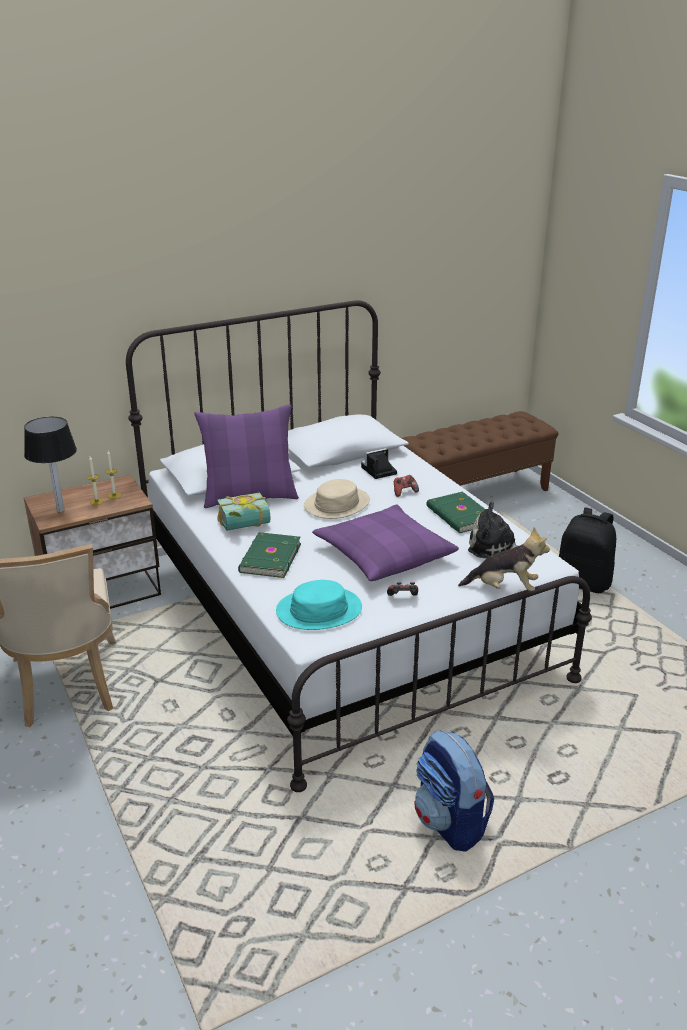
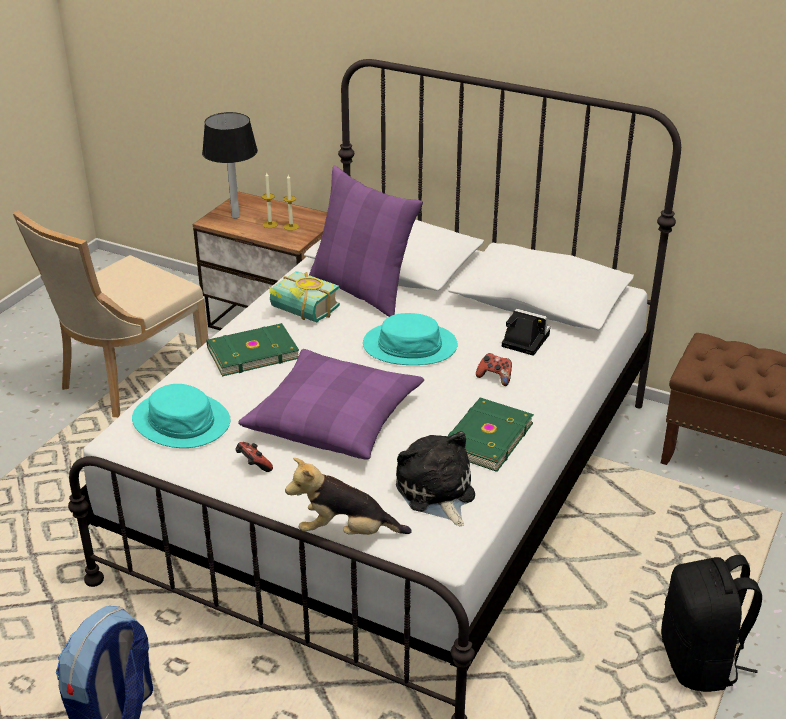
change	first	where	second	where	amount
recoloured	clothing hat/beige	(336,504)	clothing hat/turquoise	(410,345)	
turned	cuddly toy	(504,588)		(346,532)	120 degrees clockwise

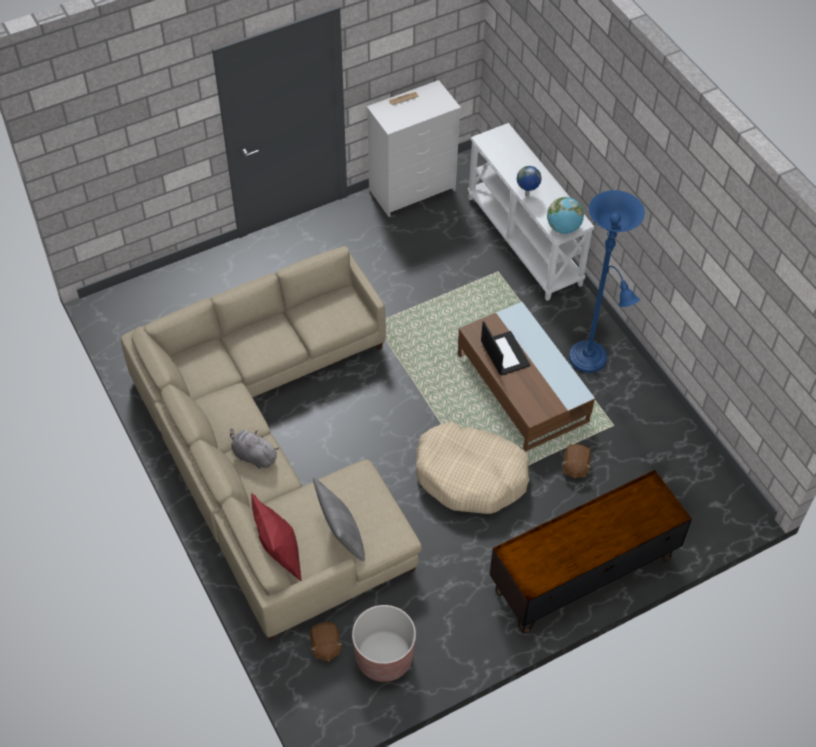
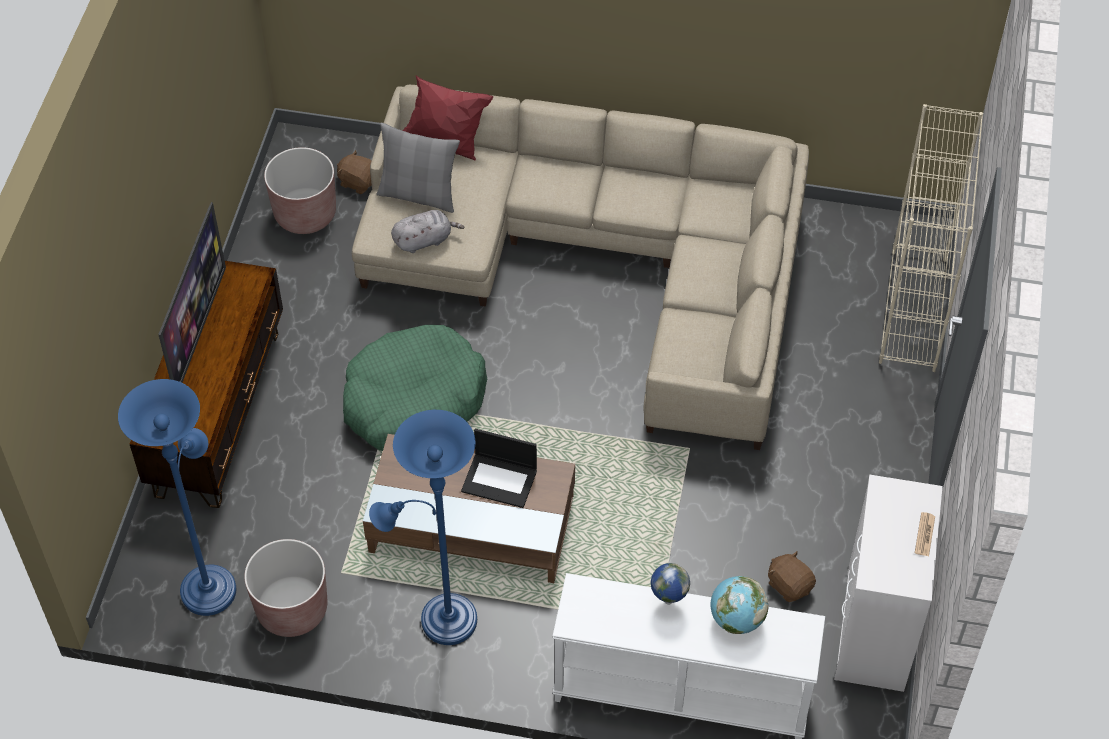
change	first	where	second	where	amount
added			floor lamp/blue	(210,584)	
added			TV	(198,330)	
added			flower pot/brownish	(292,609)	
added			shelving unit/beige	(913,311)	
moved	cuddly toy/grey	(253,455)		(425,240)	
moved	world globe	(563,228)		(736,619)	
moved	cuddly toy/brownish	(575,467)		(789,585)	
recoloured	dog cushion/beige	(470,476)	dog cushion/greenish	(413,400)	

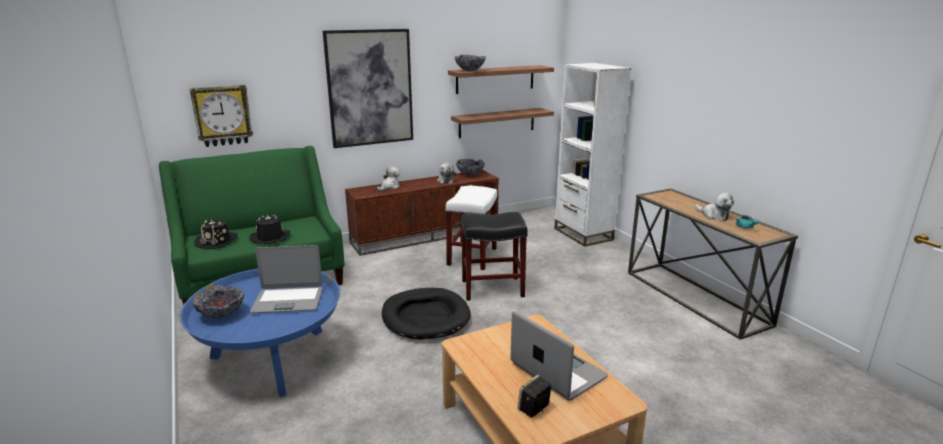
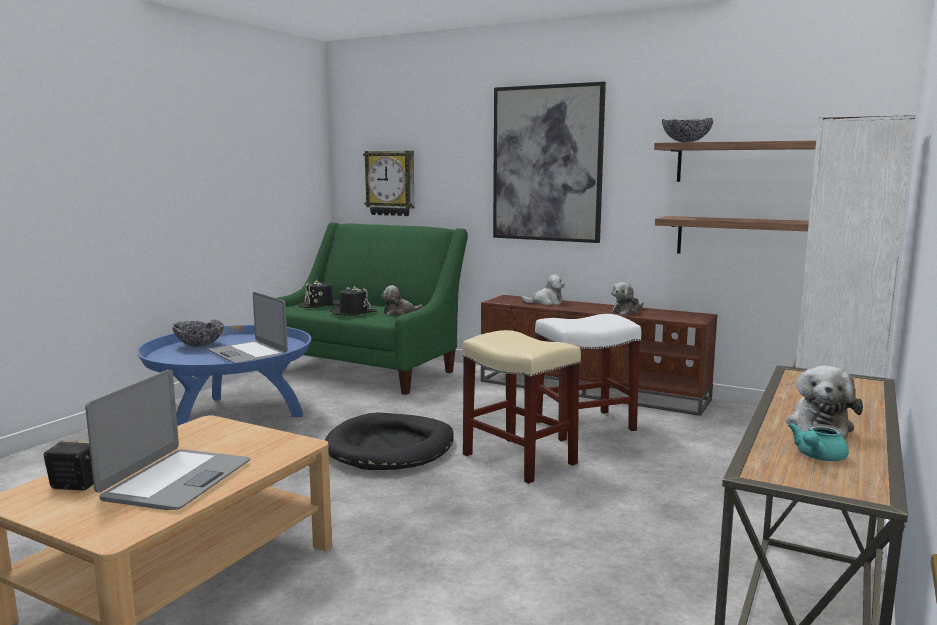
change	first	where	second	where	amount
removed	serving bowl	(470,174)			
added			cuddly toy	(399,312)	
recoloured	stool/black-coloured	(493,288)	stool/beige	(520,460)	

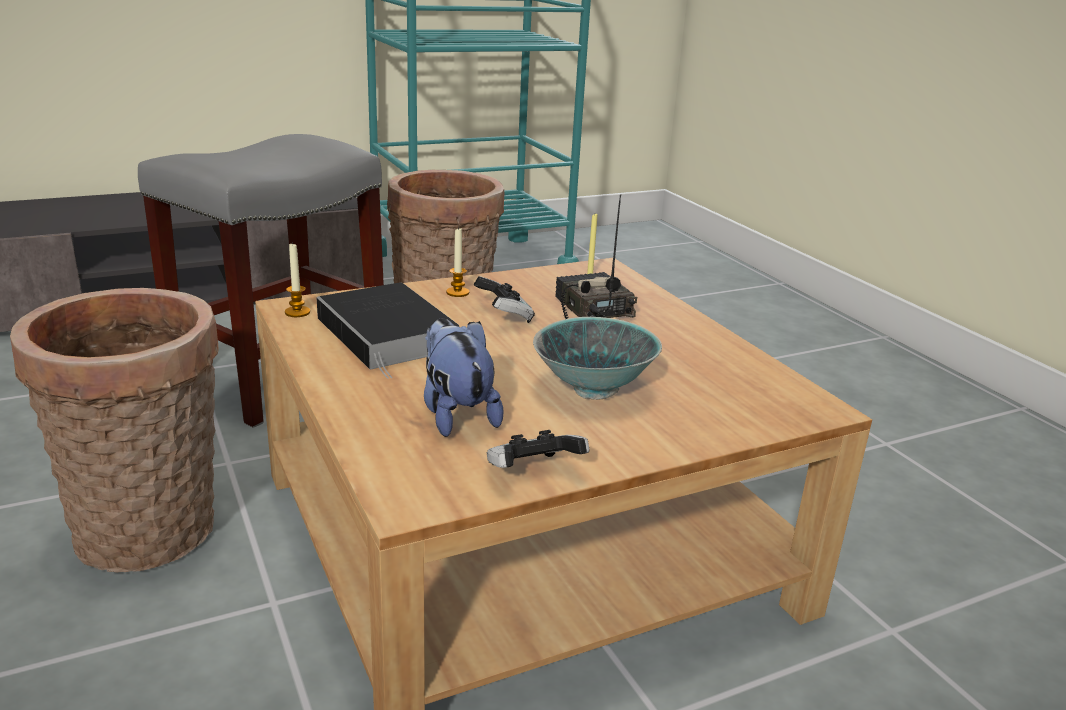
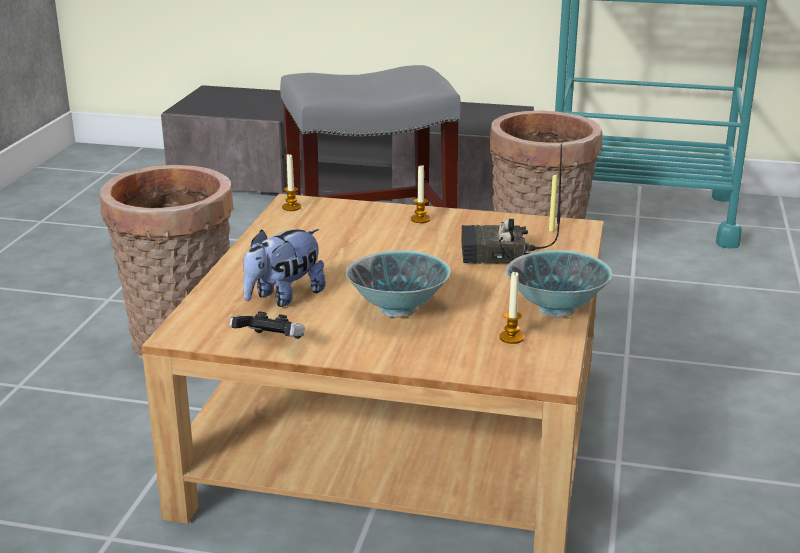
change	first	where	second	where	amount
removed	volume	(390,335)			
removed	game controller	(504,316)			
added			wax candle	(511,338)	
added			serving bowl	(557,310)	
turned	cuddly toy	(456,414)		(284,297)	150 degrees counterclockwise
turned	radio set	(589,311)		(498,257)	105 degrees counterclockwise

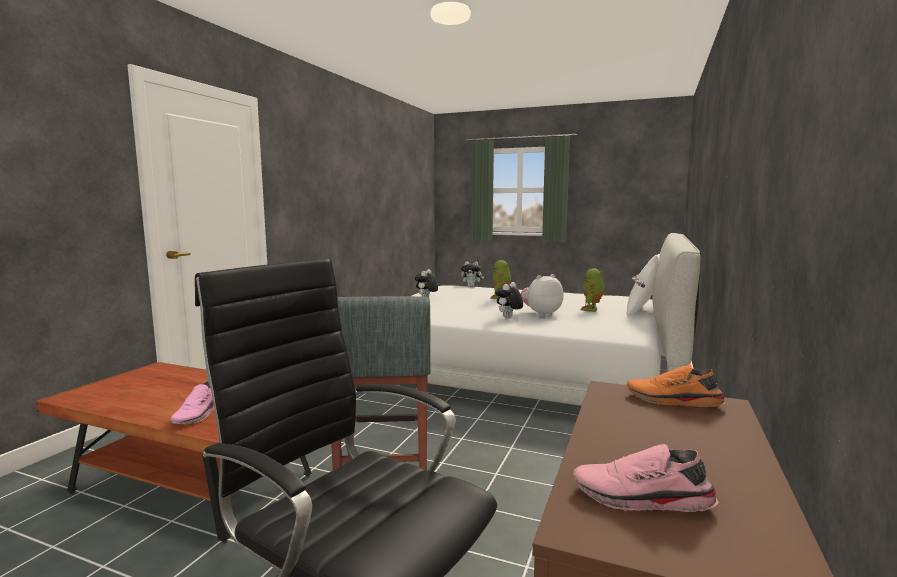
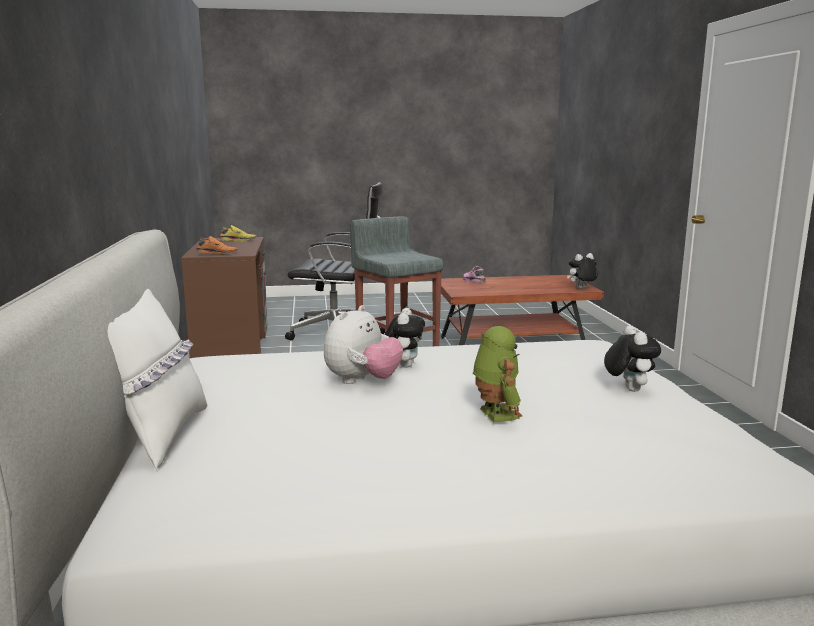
change	first	where	second	where	amount
removed	toy robot	(592,309)			
moved	cuddly toy	(472,286)		(581,289)	
recoloured	item of footwear/pink-coloured	(641,500)	item of footwear/yellow	(237,240)	

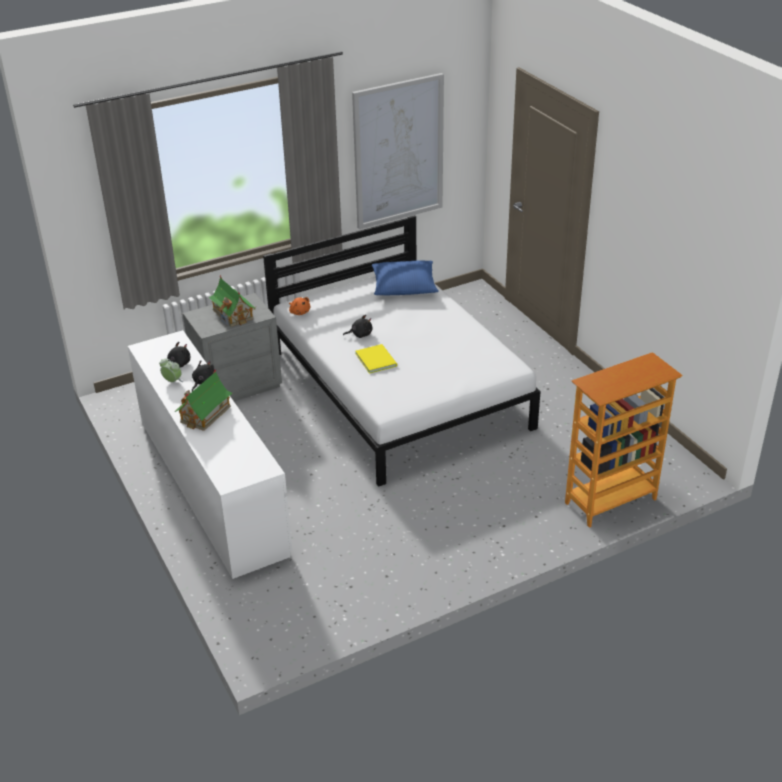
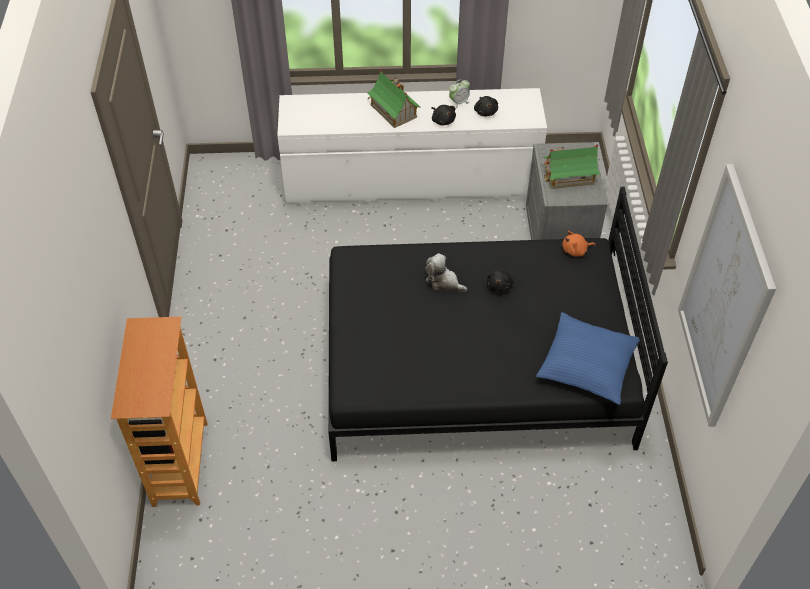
change	first	where	second	where	amount
replaced	volume/yellow	(376,359)	cuddly toy	(443,282)	
recoloured	bed/white	(399,390)	bed/black-coloured	(476,366)	

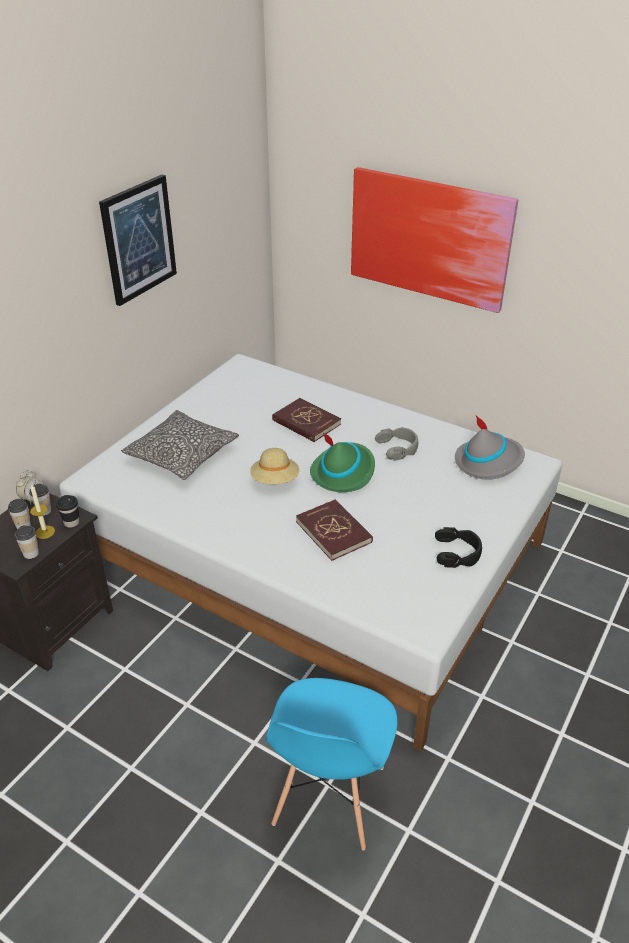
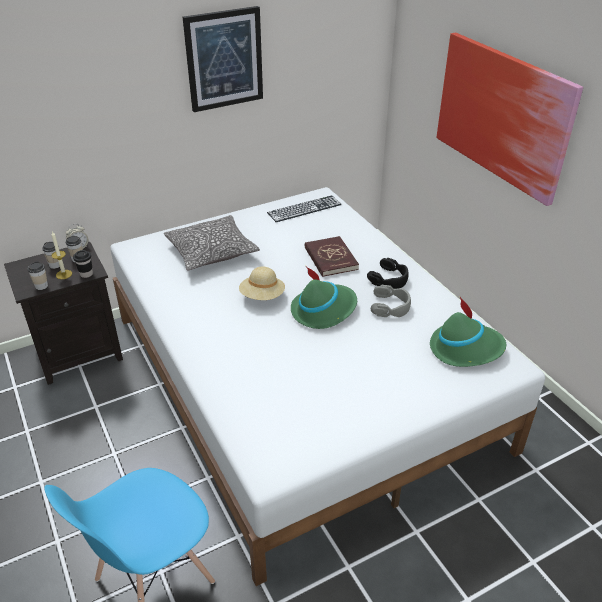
change	first	where	second	where	amount
removed	volume/reddish	(334,532)			
added			computer keyboard	(304,209)	
moved	pair of headphones/black-coloured	(457,553)		(389,279)	
recoloured	clothing hat/grey	(488,461)	clothing hat/greenish	(465,348)	

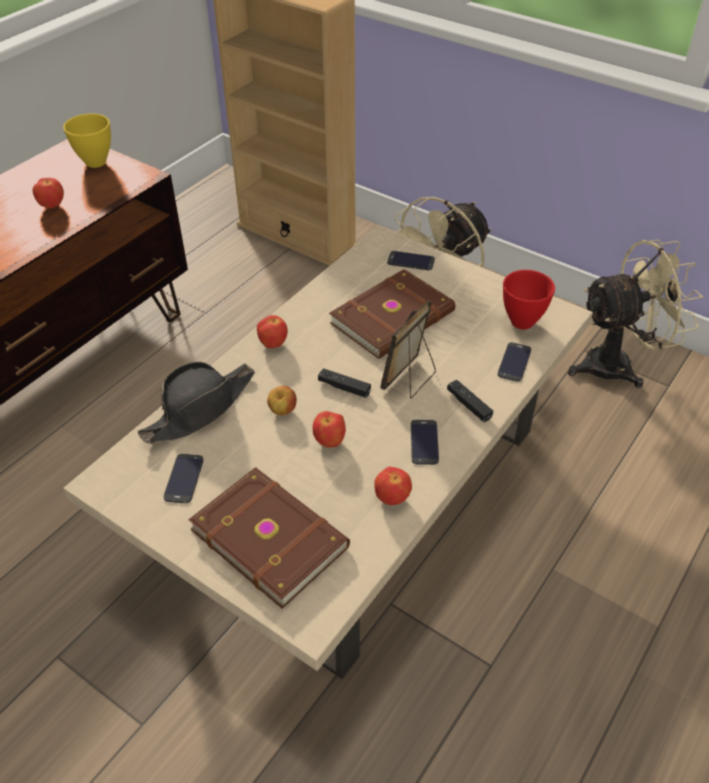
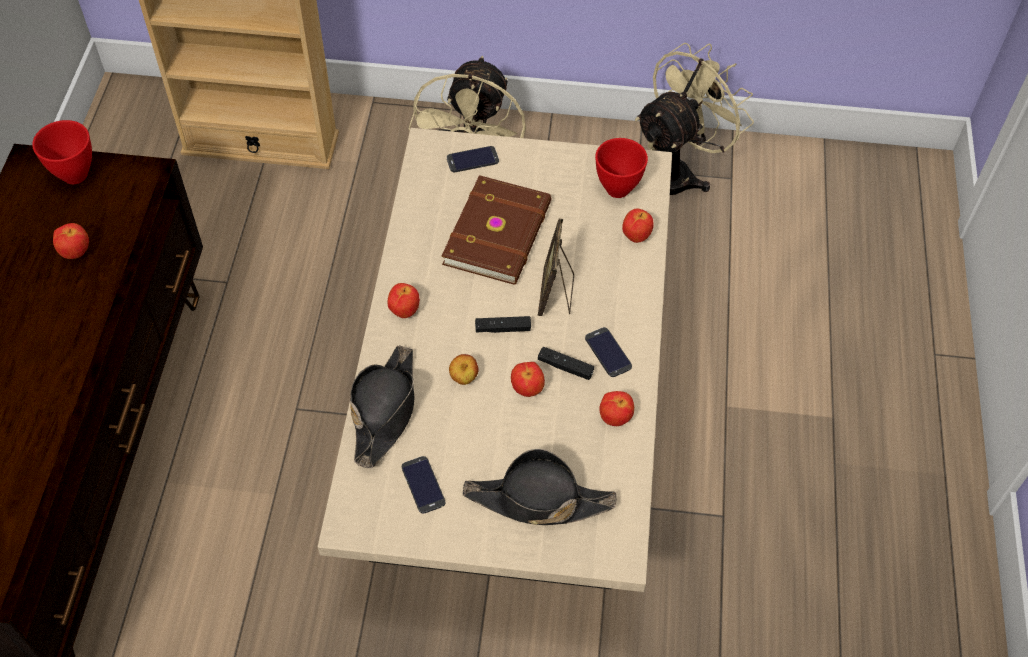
change	first	where	second	where	amount
moved	game controller/black-coloured	(469,405)		(565,367)	
replaced	volume/brownish	(270,536)	clothing hat/black-coloured	(538,500)	
replaced	phone	(514,362)	whole apple	(635,236)	
recoloured	serving bowl/yellow	(96,162)	serving bowl/reddish	(76,175)	

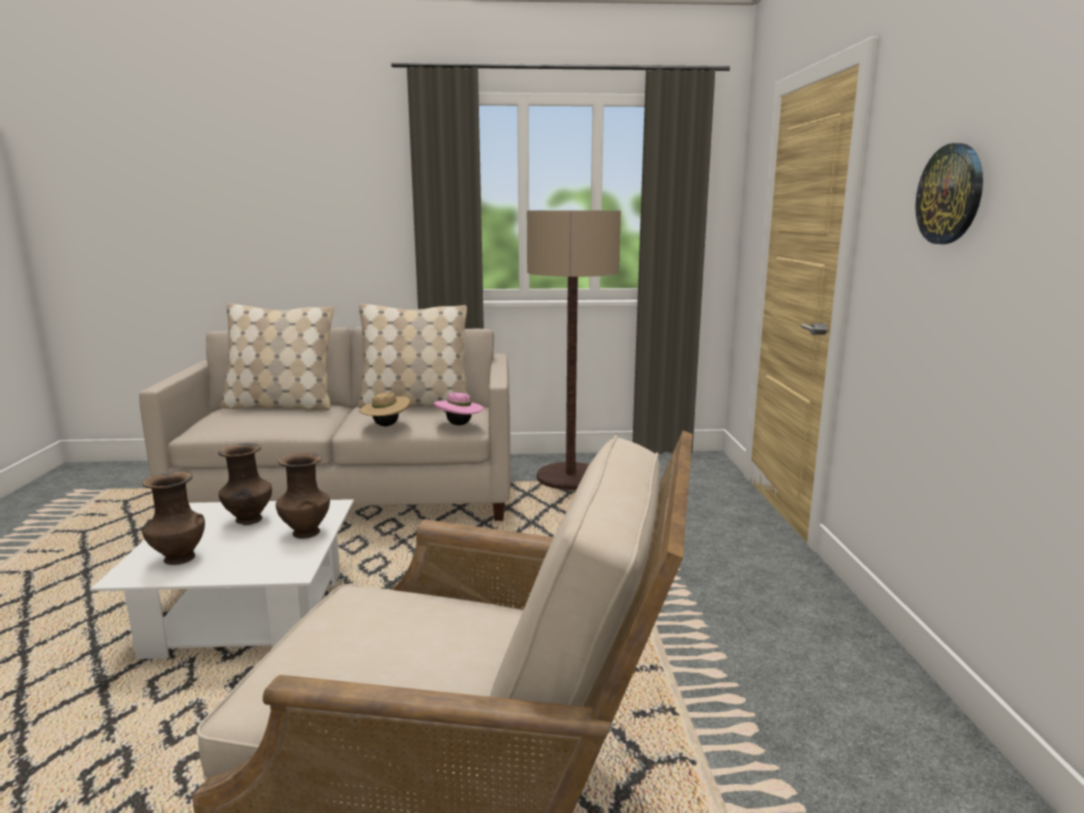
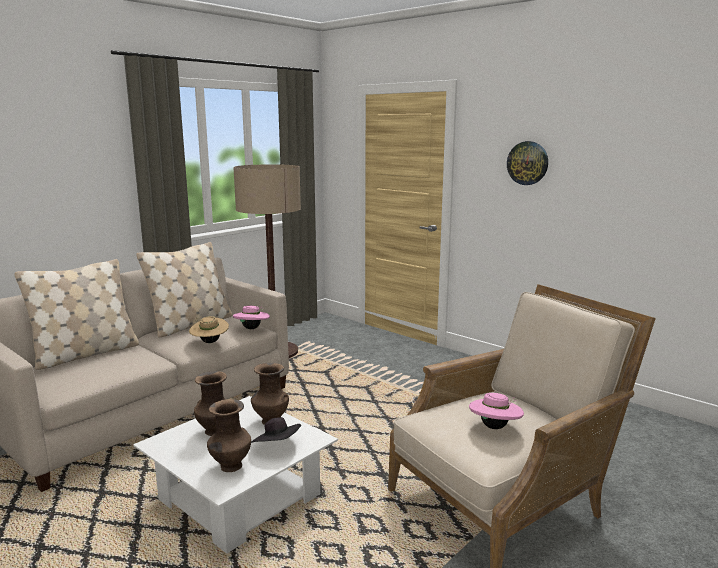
change	first	where	second	where	amount
added			clothing hat/black-coloured	(277,446)	
added			clothing hat/pink-coloured	(495,427)	

